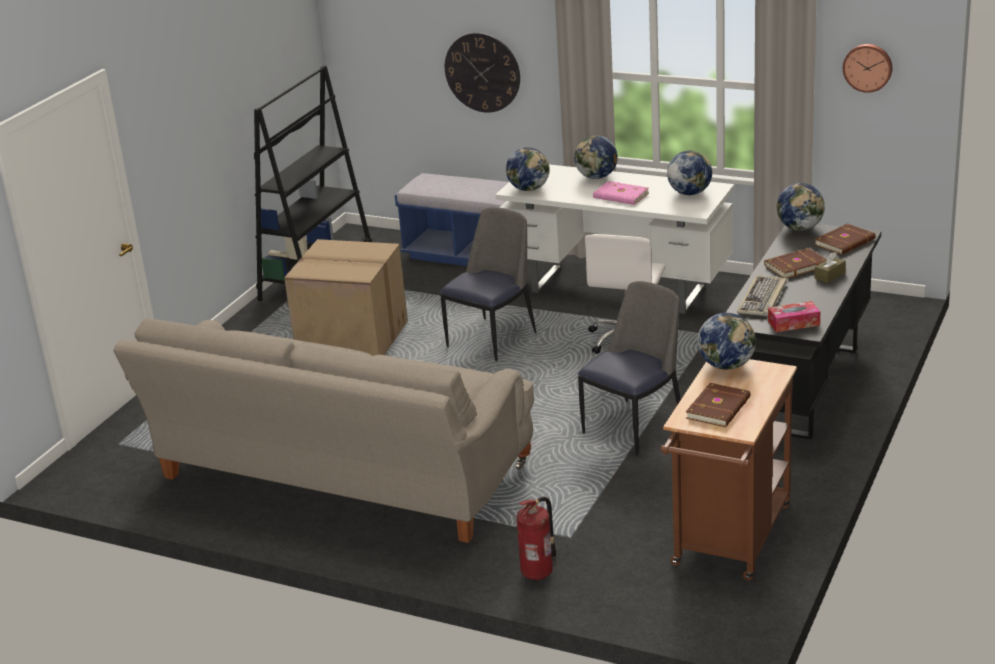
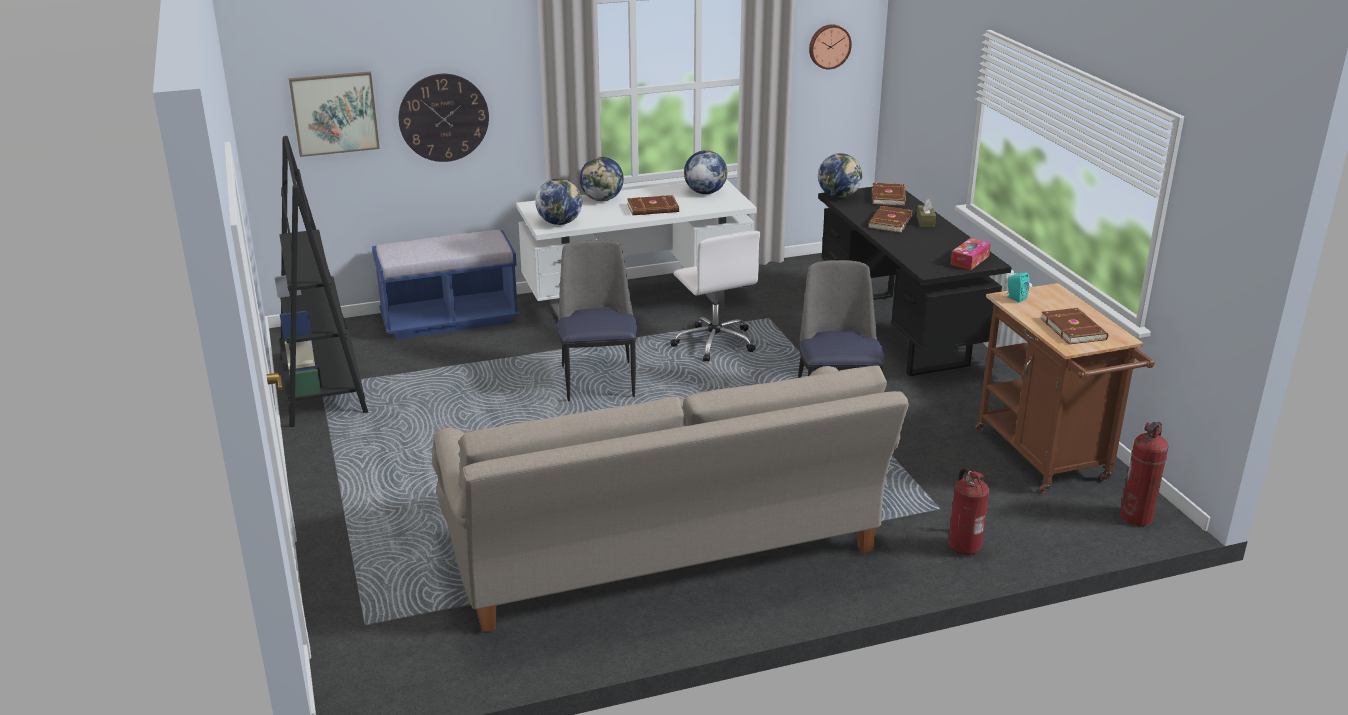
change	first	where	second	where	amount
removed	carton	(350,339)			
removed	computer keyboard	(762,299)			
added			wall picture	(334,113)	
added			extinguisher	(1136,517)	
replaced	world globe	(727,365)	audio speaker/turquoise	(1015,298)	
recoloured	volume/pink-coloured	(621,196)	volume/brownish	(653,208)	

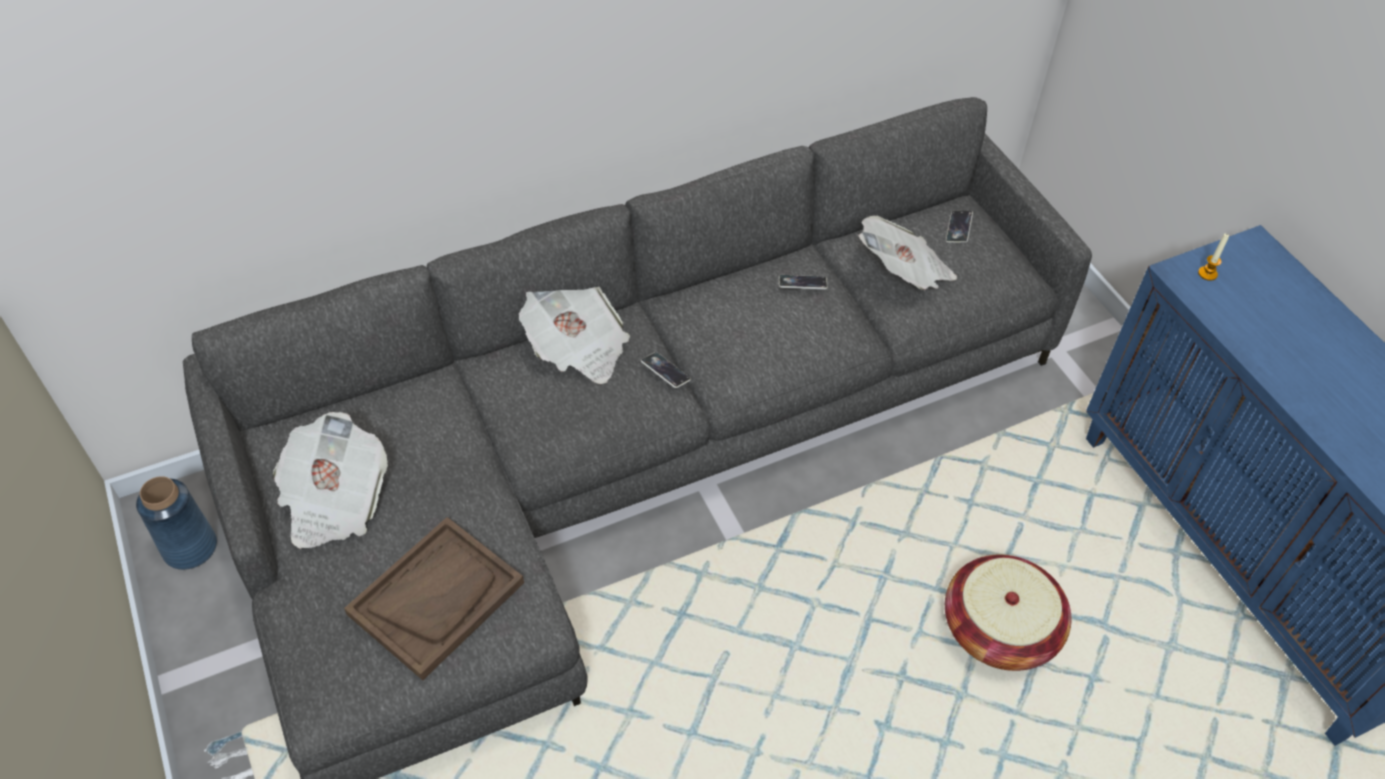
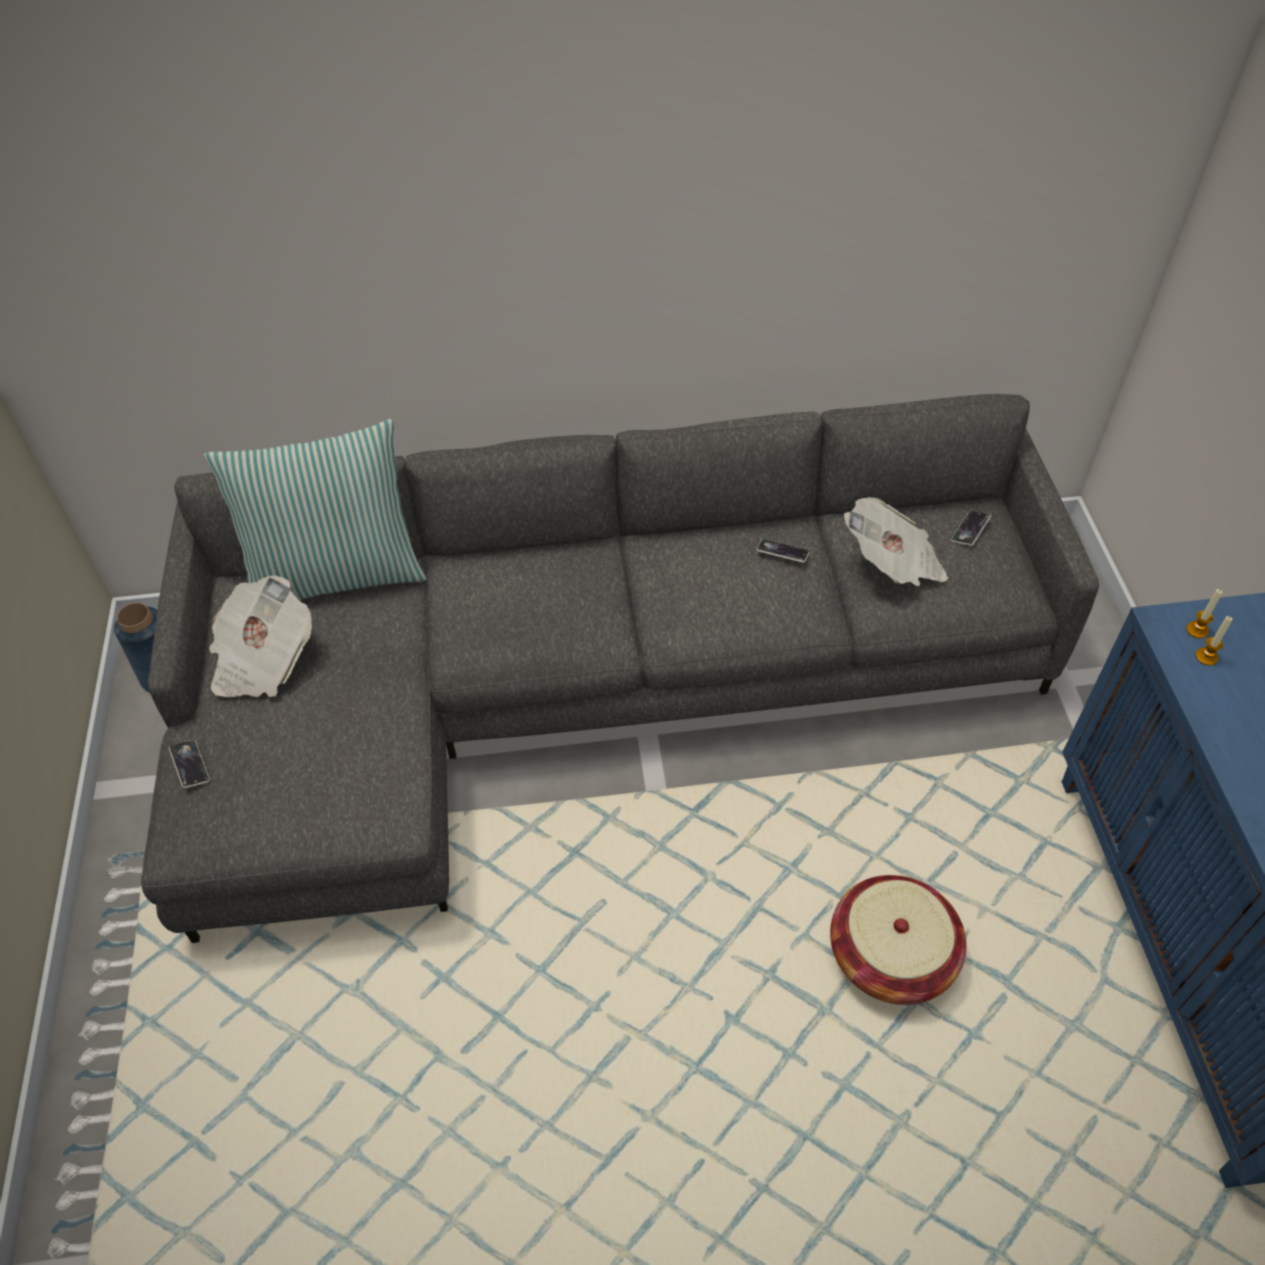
change	first	where	second	where	amount
removed	carrying tray/brownish	(436,598)			
removed	newspaper	(577,347)			
added			cushion	(337,574)	
added			wax candle	(1206,657)	
moved	phone	(665,372)		(190,765)	

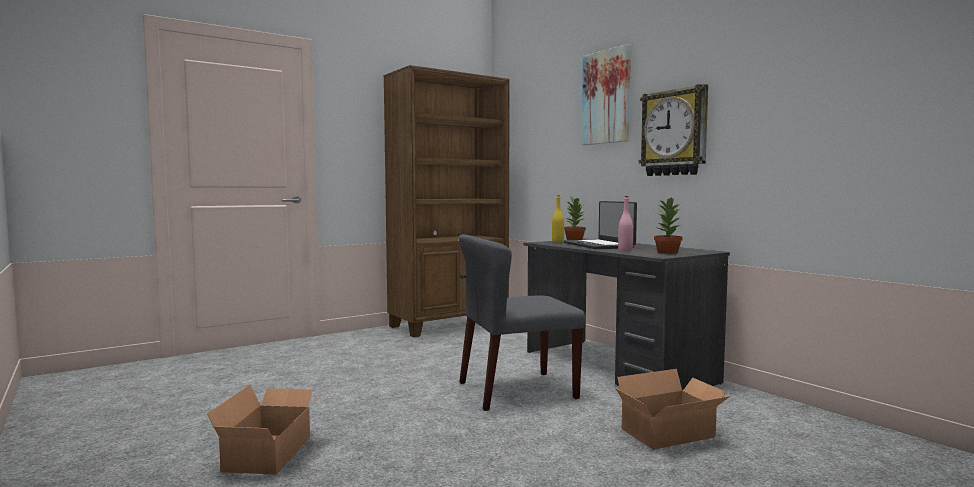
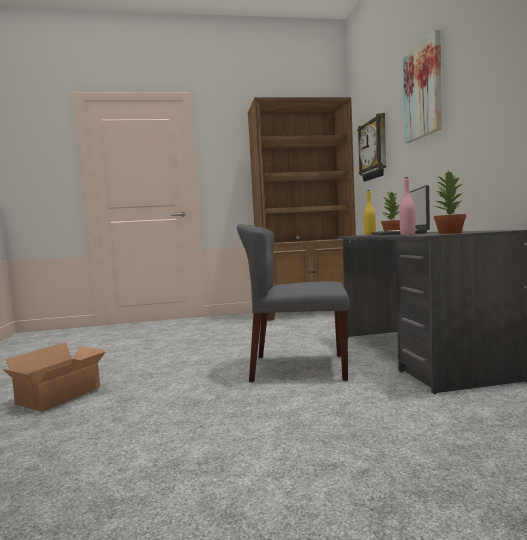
change	first	where	second	where	amount
removed	carton	(671,434)			
moved	wall clock	(674,133)		(374,149)	

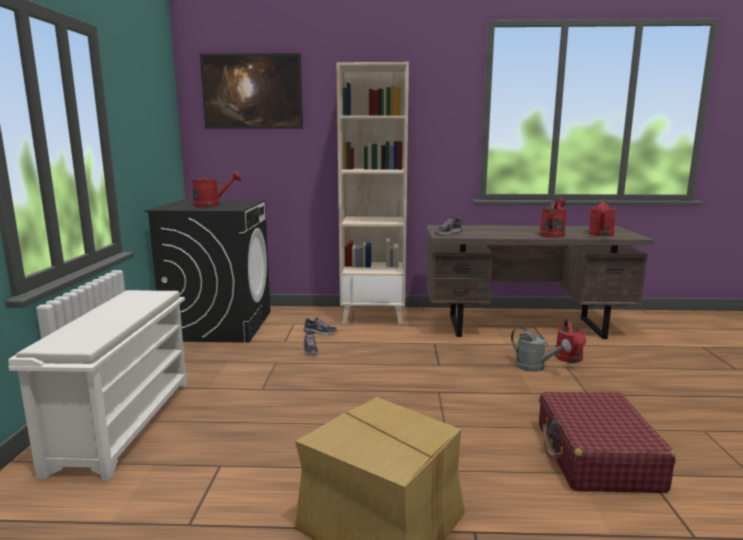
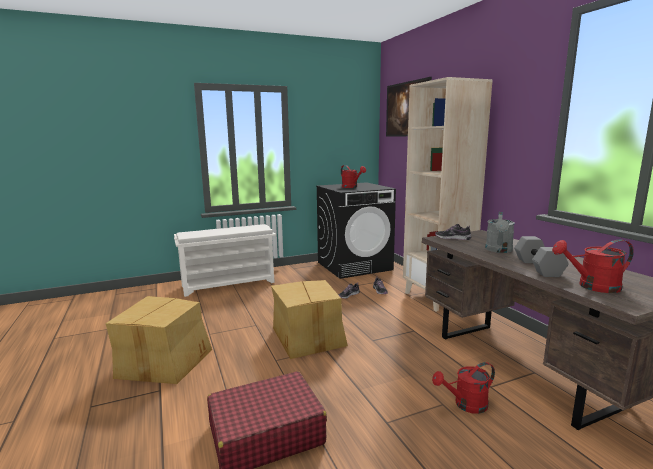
change	first	where	second	where	amount
added			carton	(308,337)	
moved	watering pot/grey	(535,367)		(499,250)	
replaced	watering pot/reddish	(552,234)	dumbbell/grey	(536,267)	

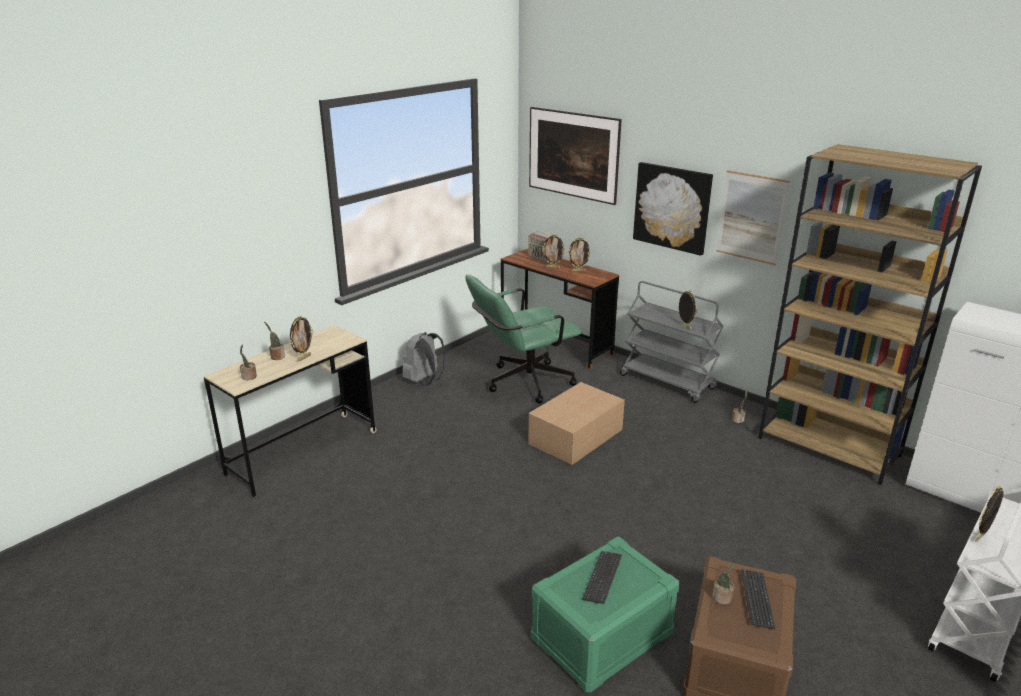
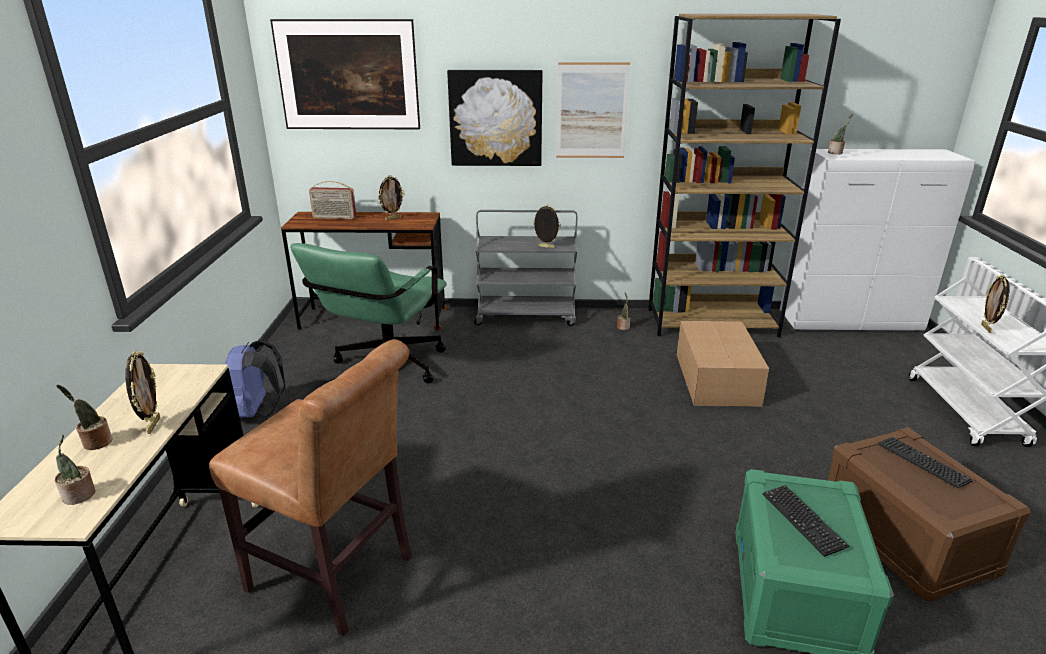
change	first	where	second	where	amount
removed	standing frame	(553,267)			
added			chair/brownish	(337,577)	
moved	carton	(577,436)		(716,378)	
moved	houseplant	(722,598)		(836,153)	
recoloured	rucksack/grey	(424,381)	rucksack/blue	(256,412)	

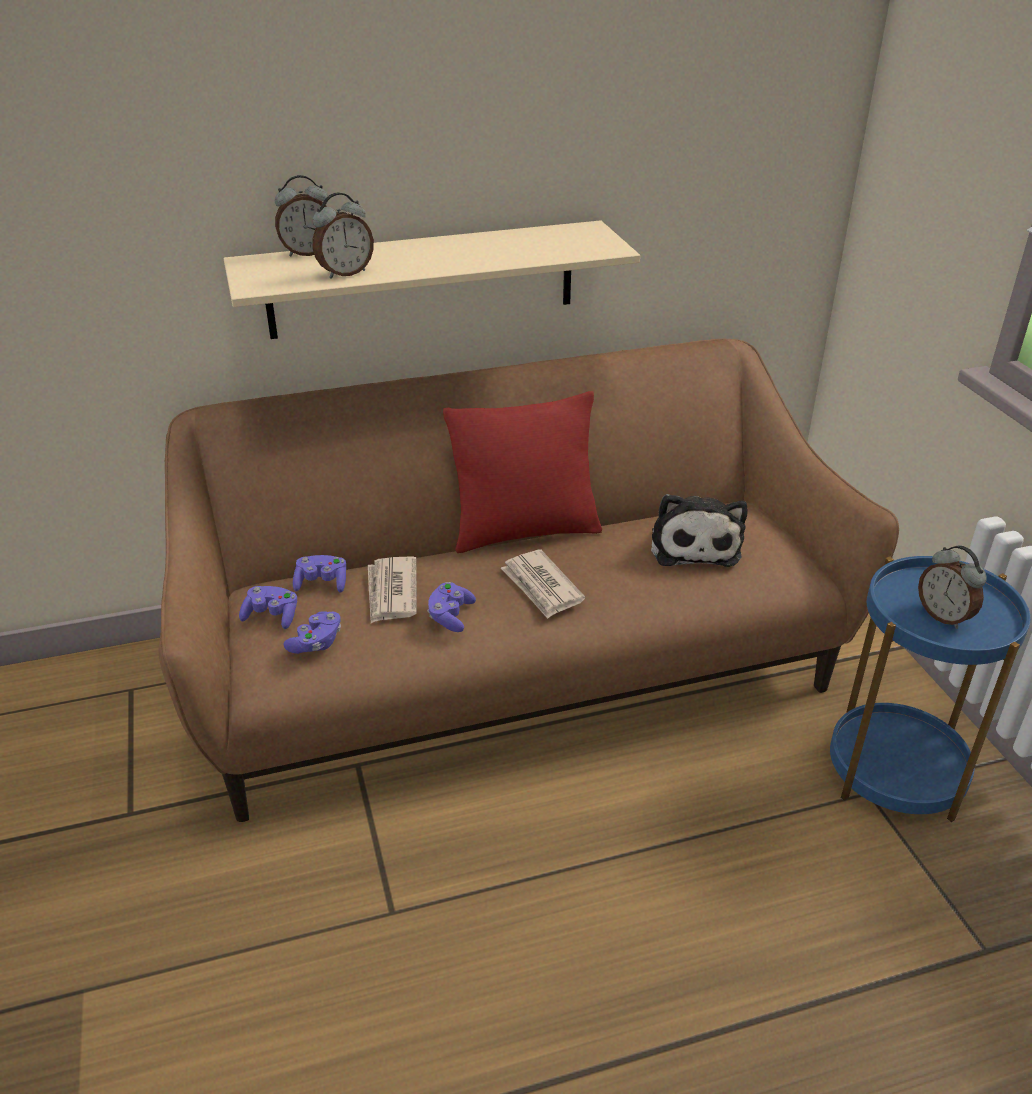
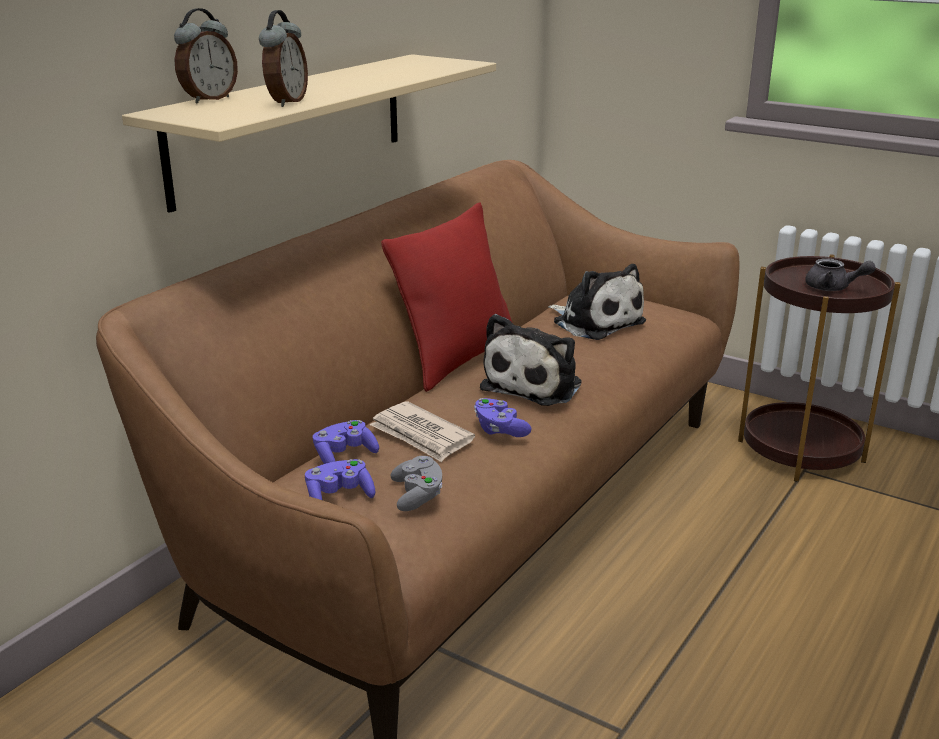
change	first	where	second	where	amount
replaced	newspaper	(541,587)	cuddly toy	(535,384)	
replaced	bedside clock	(944,616)	pot for tea/grey	(833,288)	
recoloured	game controller/purple	(316,643)	game controller/grey	(417,495)	
recoloured	end table/blue	(896,771)	end table/brownish	(800,451)	

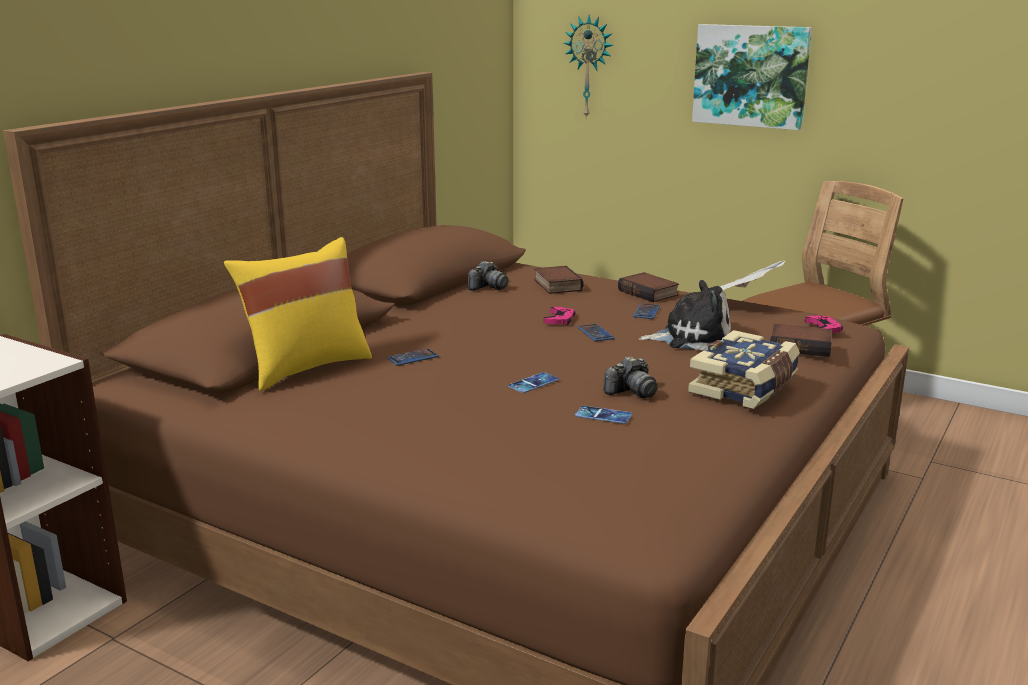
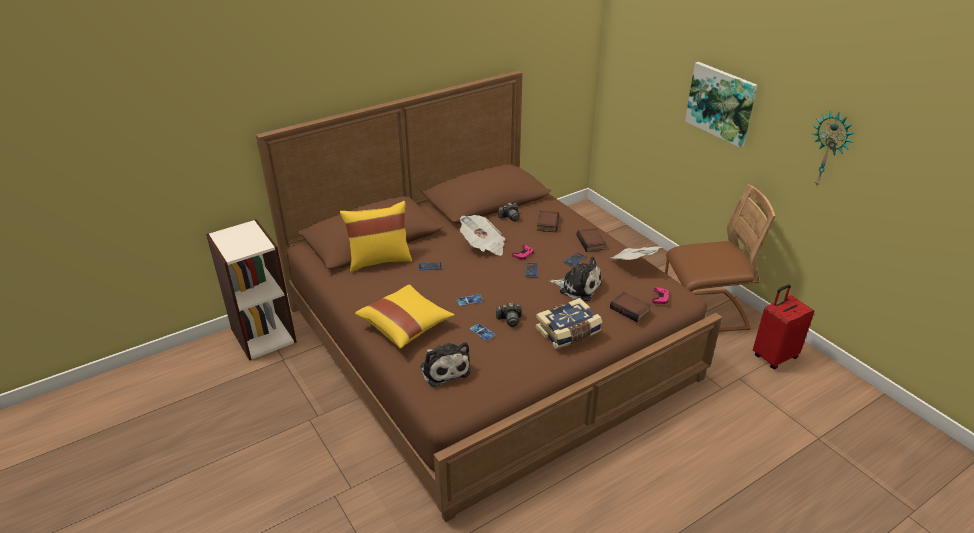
change	first	where	second	where	amount
added			cushion/yellow	(405,326)	
added			cuddly toy	(444,368)	
added			newspaper	(483,246)	
added			travel case/reddish	(774,356)	
moved	wall clock	(589,67)		(829,149)	

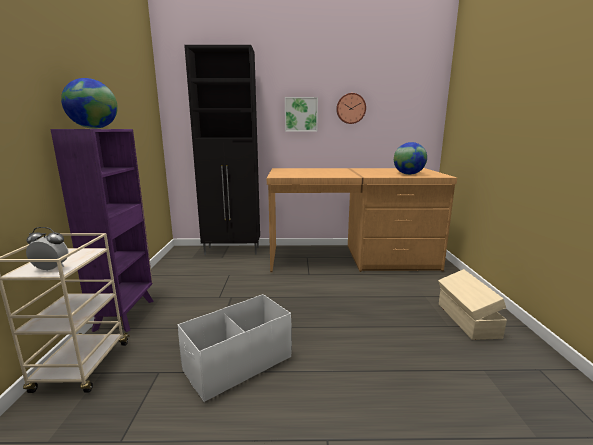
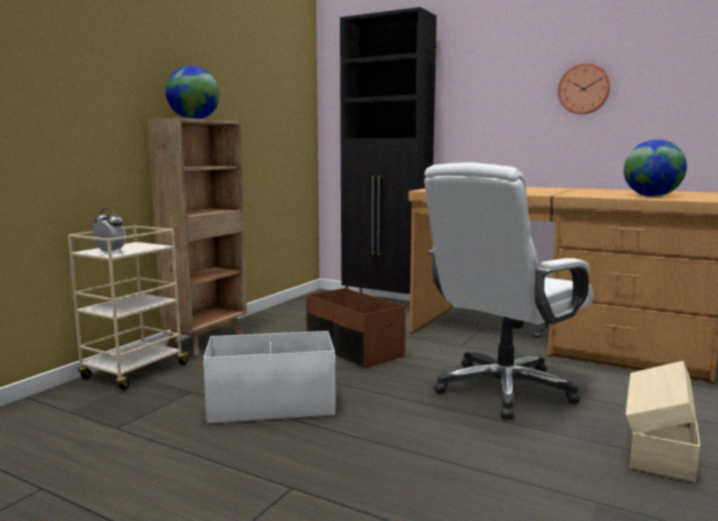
change	first	where	second	where	amount
removed	wall picture	(301,114)			
added			storage container/brownish	(353,349)	
added			desk chair/white	(503,389)	
recoloured	shelving unit/purple	(126,314)	shelving unit/brownish	(207,341)	

